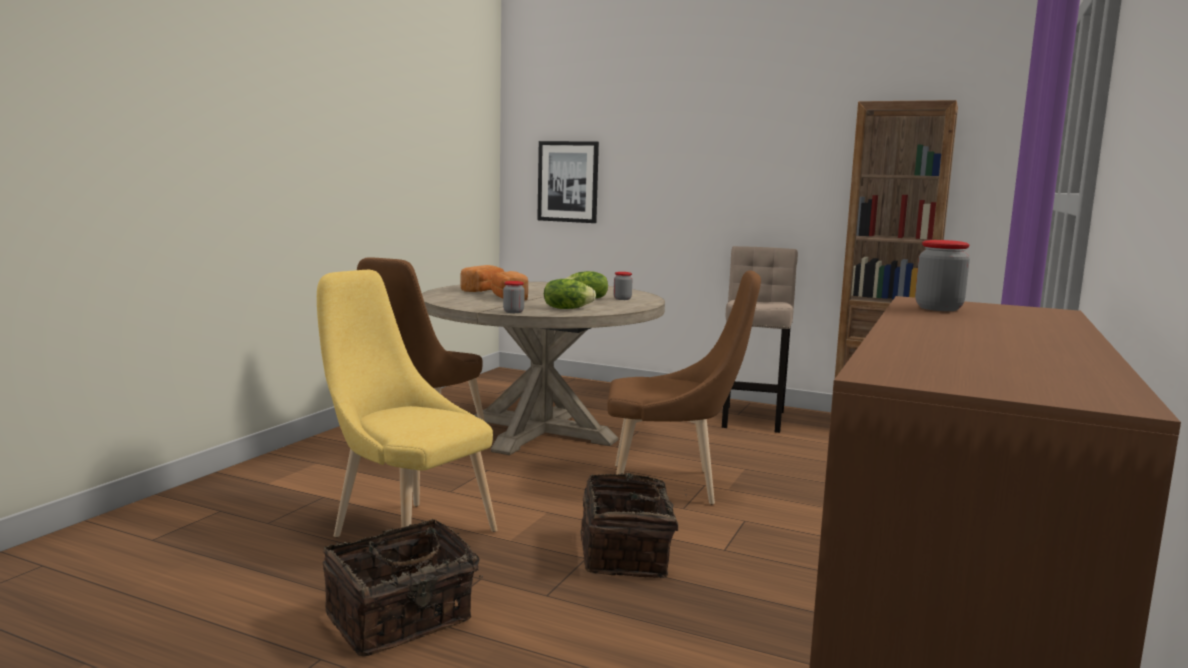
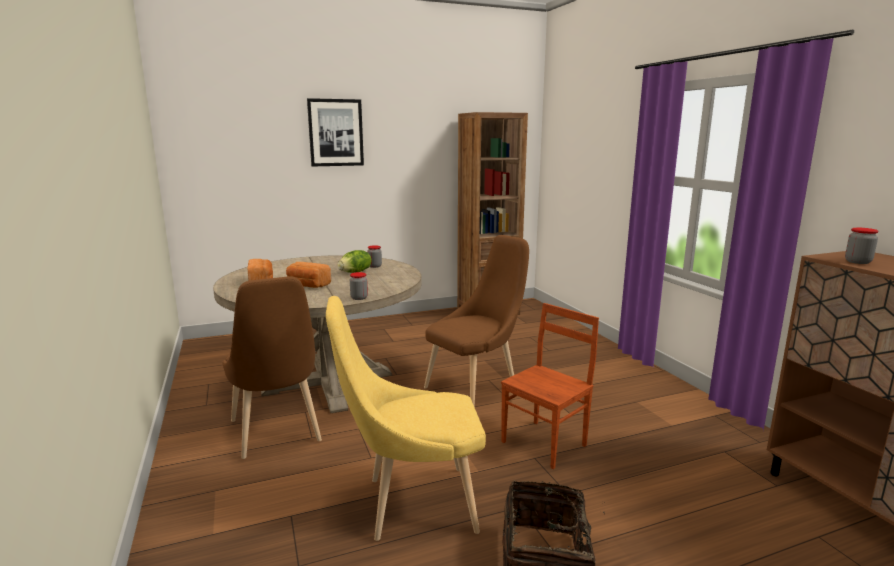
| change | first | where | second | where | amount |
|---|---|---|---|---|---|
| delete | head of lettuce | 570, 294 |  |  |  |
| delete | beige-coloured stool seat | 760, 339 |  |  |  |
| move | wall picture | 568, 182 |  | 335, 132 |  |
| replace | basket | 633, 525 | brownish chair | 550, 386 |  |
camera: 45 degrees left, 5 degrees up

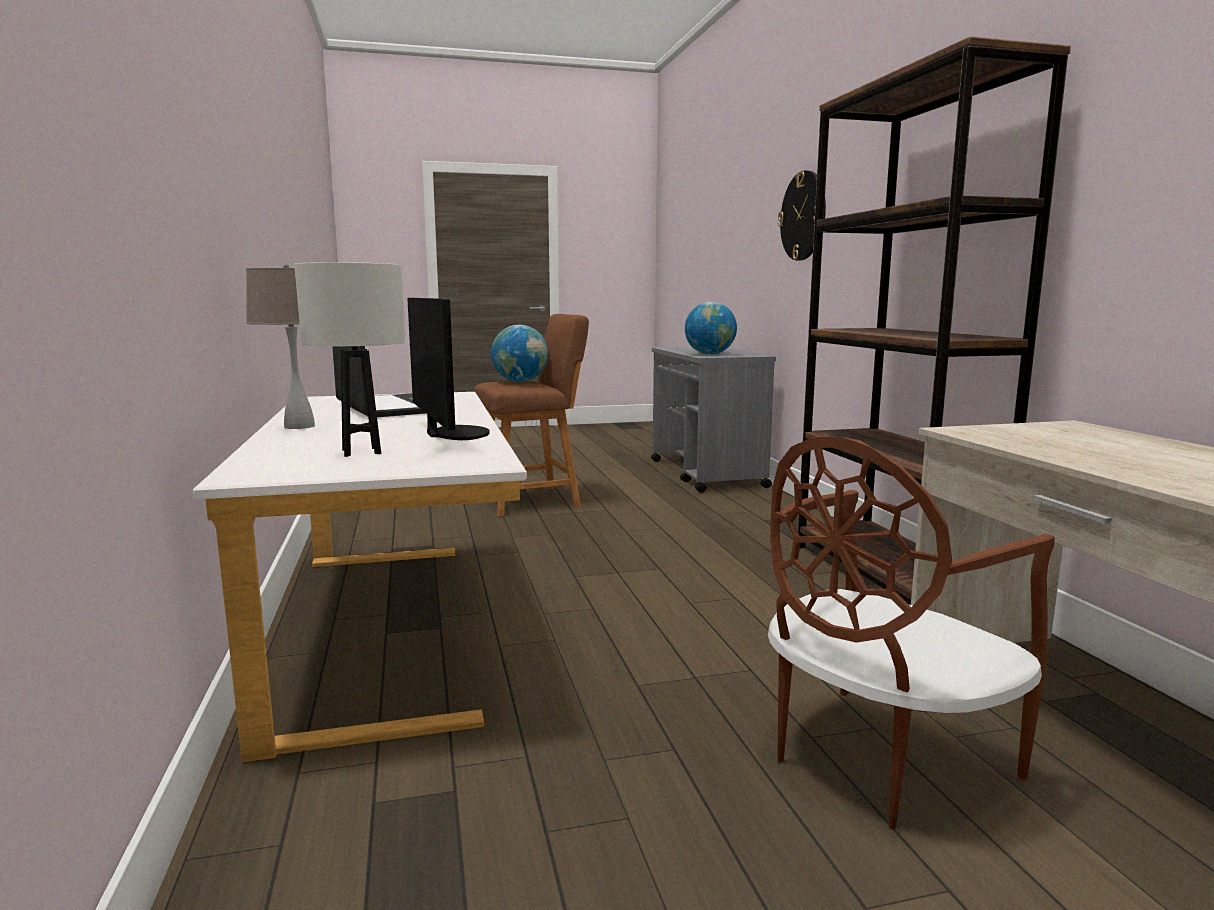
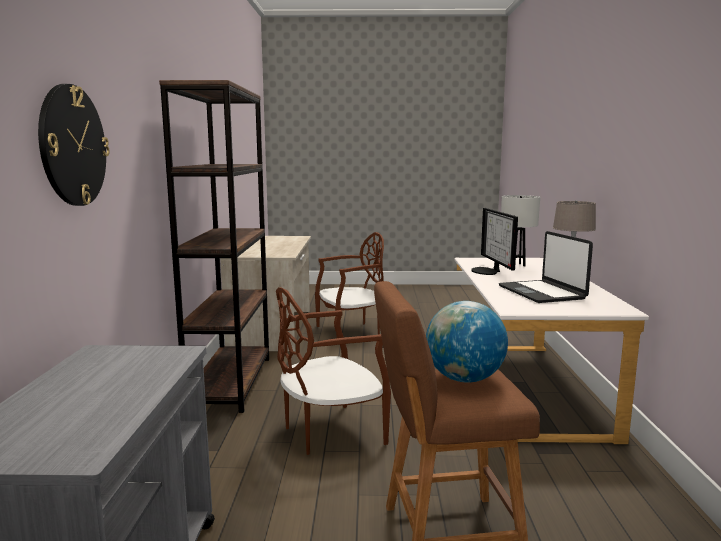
| change | first | where | second | where | amount |
|---|---|---|---|---|---|
| delete | globe | 711, 328 |  |  |  |
| insert |  |  | brownish chair | 333, 371 |  |
camera: 165 degrees left, 0 degrees up

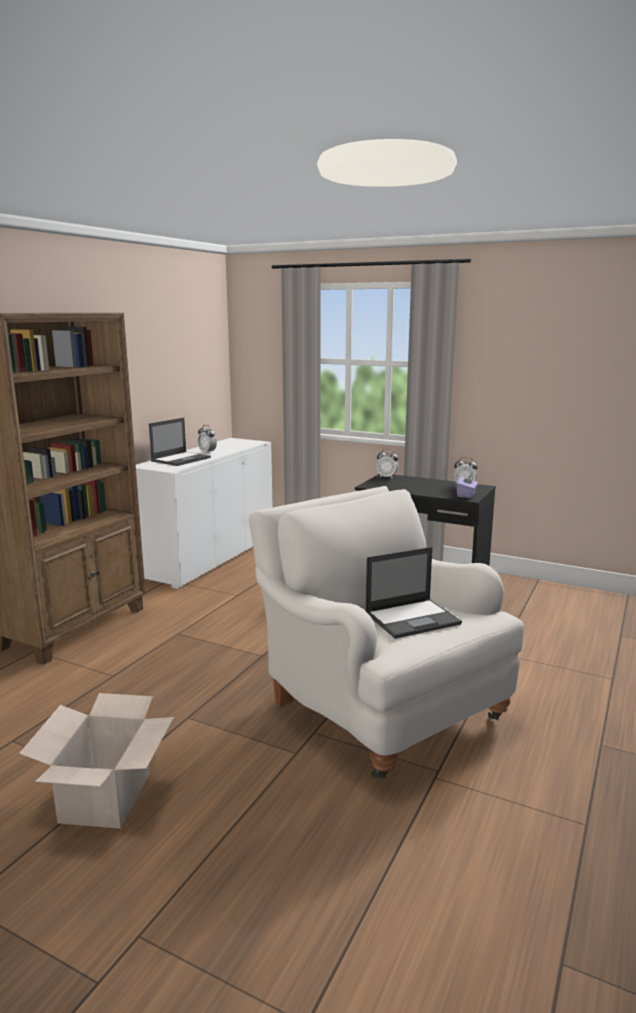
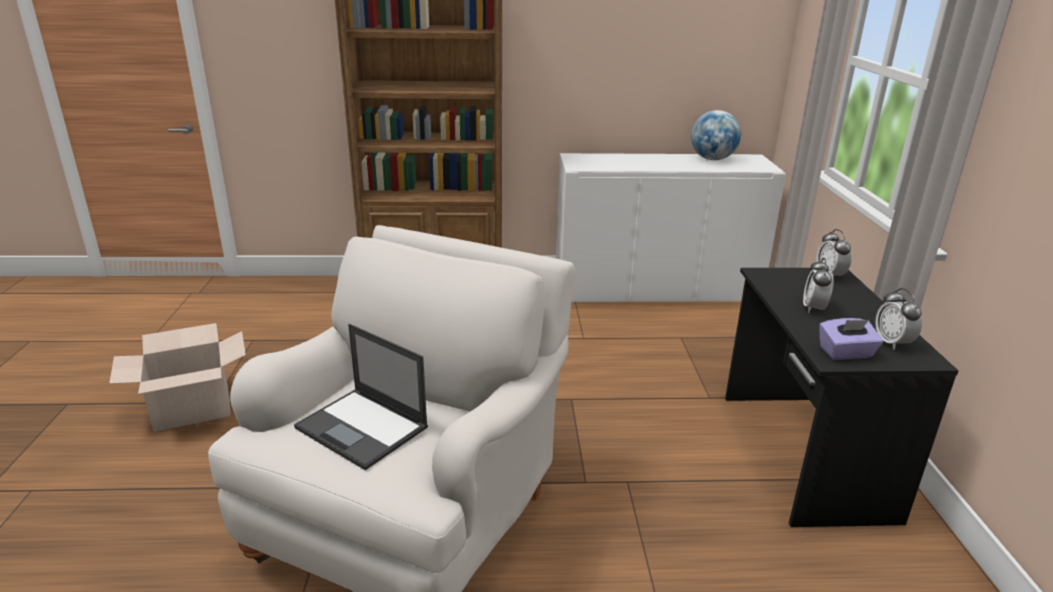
| change | first | where | second | where | amount |
|---|---|---|---|---|---|
| delete | portable computer | 180, 442 |  |  |  |
| insert |  |  | globe | 716, 135 |  |
| move | table clock | 207, 439 |  | 818, 285 |  |
camera: 60 degrees right, 10 degrees up

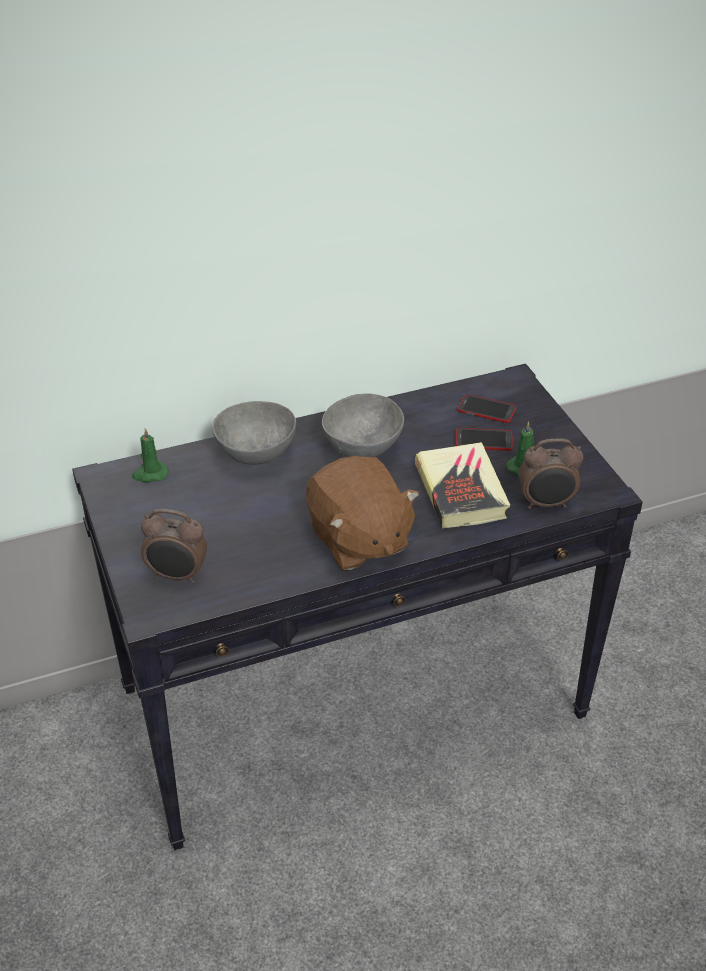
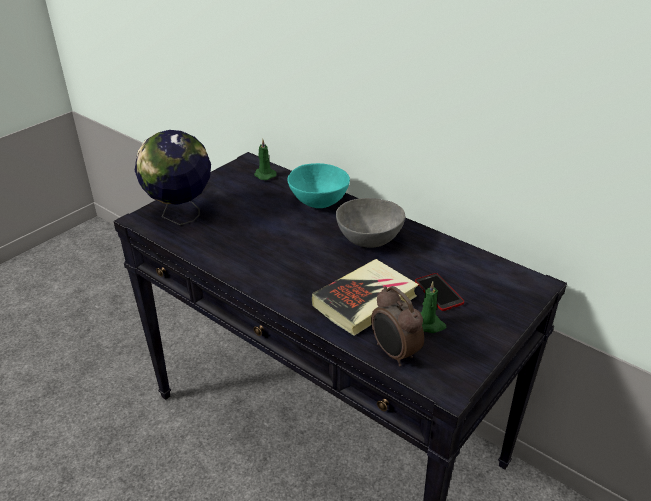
| change | first | where | second | where | amount |
|---|---|---|---|---|---|
| delete | brownish cuddly toy | 362, 513 |  |  |  |
| delete | telephone | 487, 408 |  |  |  |
| replace | table clock | 174, 546 | globe | 173, 177 |  |
| recolor | grey serving bowl | 254, 433 | turquoise-coloured serving bowl | 318, 185 |  |
camera: 60 degrees right, 5 degrees down

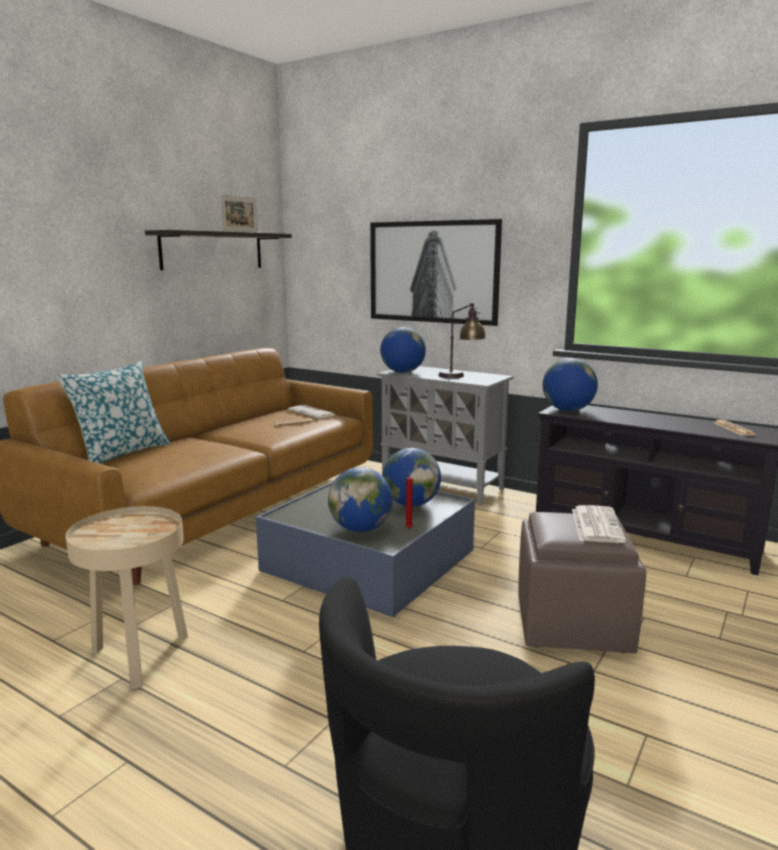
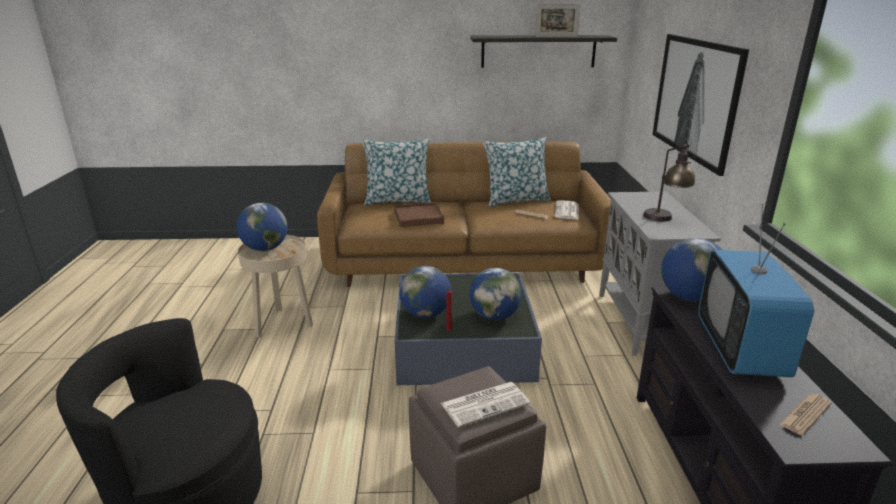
| change | first | where | second | where | amount |
|---|---|---|---|---|---|
| insert |  |  | brownish tray | 419, 215 |  |
| insert |  |  | throw pillow | 517, 172 |  |
| insert |  |  | television | 756, 290 |  |
| move | globe | 403, 350 |  | 262, 227 |  |
camera: 55 degrees right, 10 degrees up

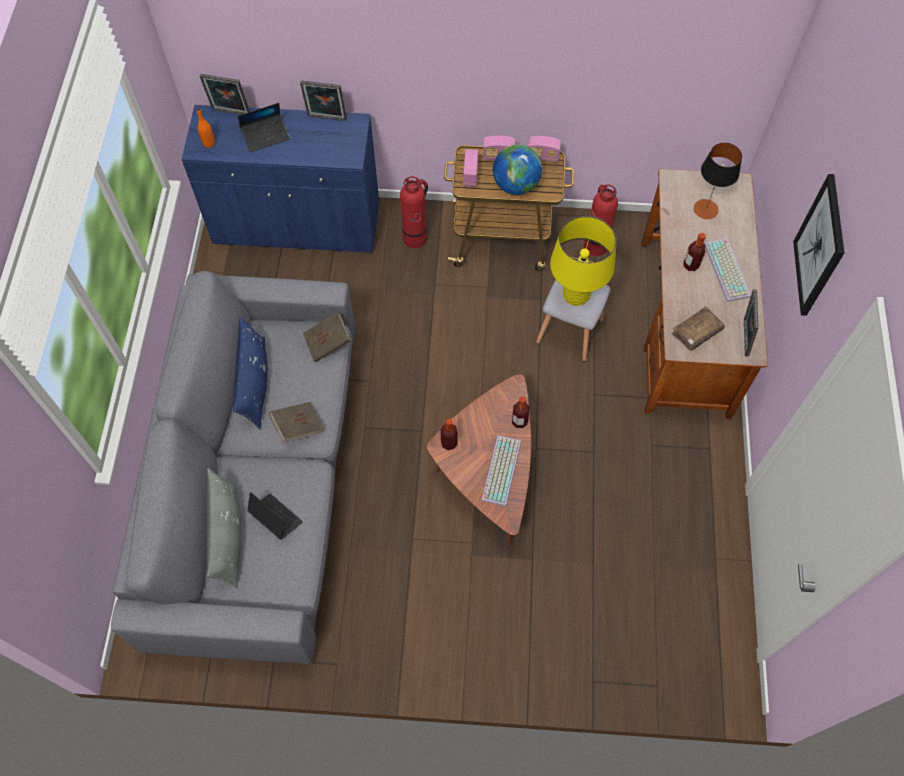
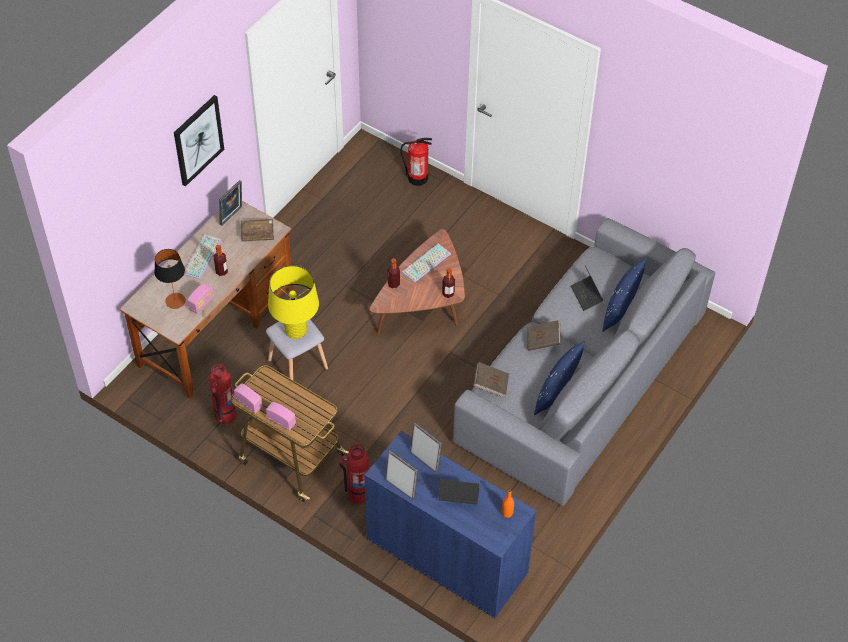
| change | first | where | second | where | amount |
|---|---|---|---|---|---|
| delete | globe | 517, 170 |  |  |  |
| insert |  |  | extinguisher | 416, 162 |  |
| move | standing frame | 225, 94 |  | 426, 447 |  |
| move | radio receiver | 470, 168 |  | 200, 298 |  |
| recolor | grey throw pillow | 223, 528 | blue throw pillow | 624, 295 |  |
camera: 150 degrees left, 10 degrees down

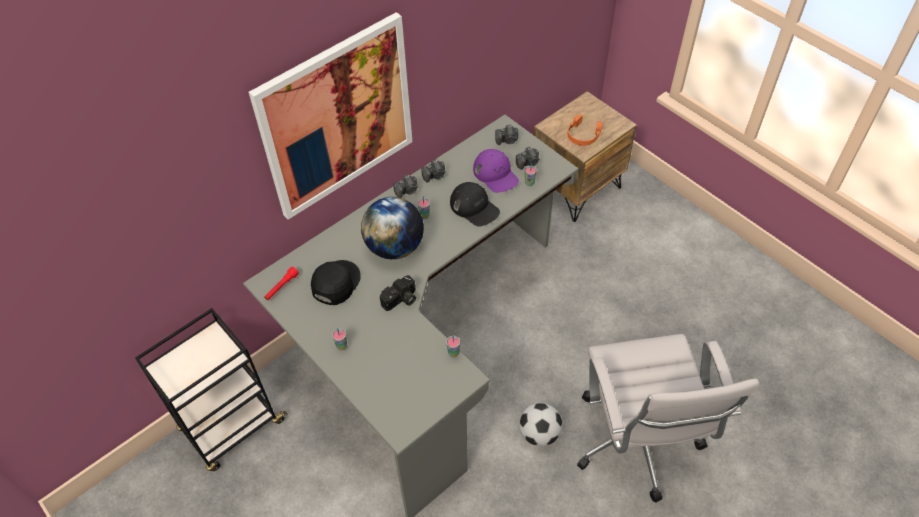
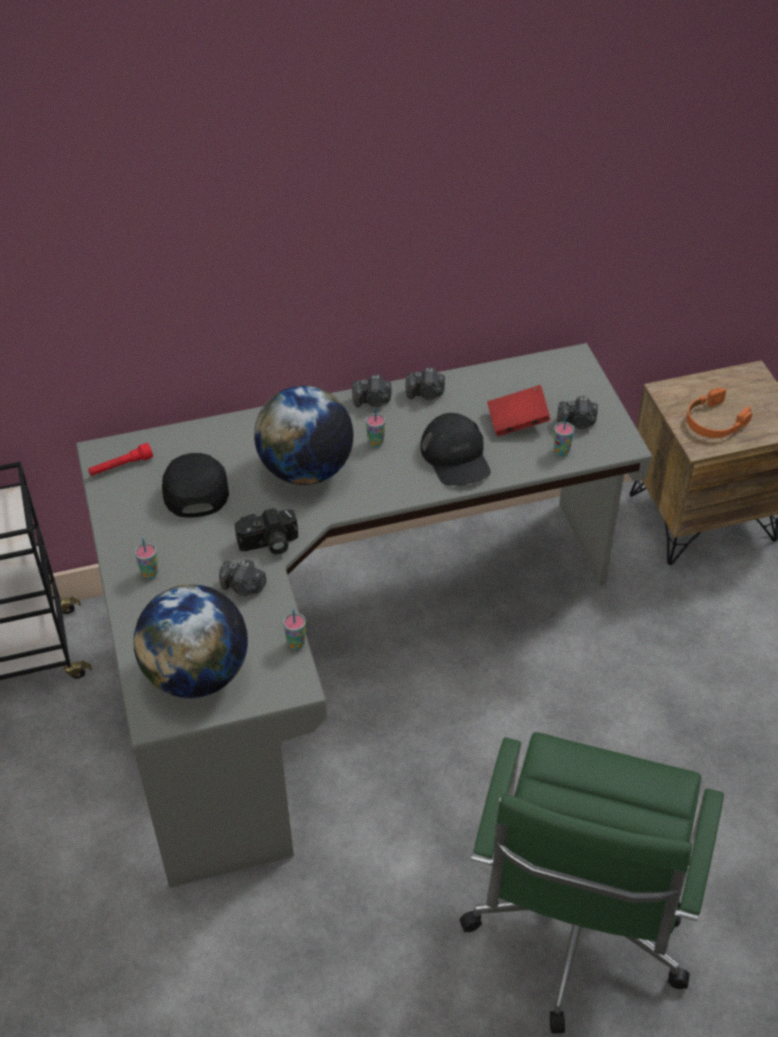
| change | first | where | second | where | amount |
|---|---|---|---|---|---|
| delete | wall picture | 330, 115 |  |  |  |
| delete | football | 540, 424 |  |  |  |
| insert |  |  | globe | 191, 641 |  |
| move | still camera | 506, 135 |  | 243, 578 |  |
| replace | purple baseball cap | 496, 171 | red volume | 519, 410 |  |
| recolor | whitish office chair | 668, 418 | greenish office chair | 591, 883 |  |
| rotate | black-coloured baseball cap | 336, 282 |  | 195, 485 | 60 degrees counterclockwise |
camera: 25 degrees right, 5 degrees down

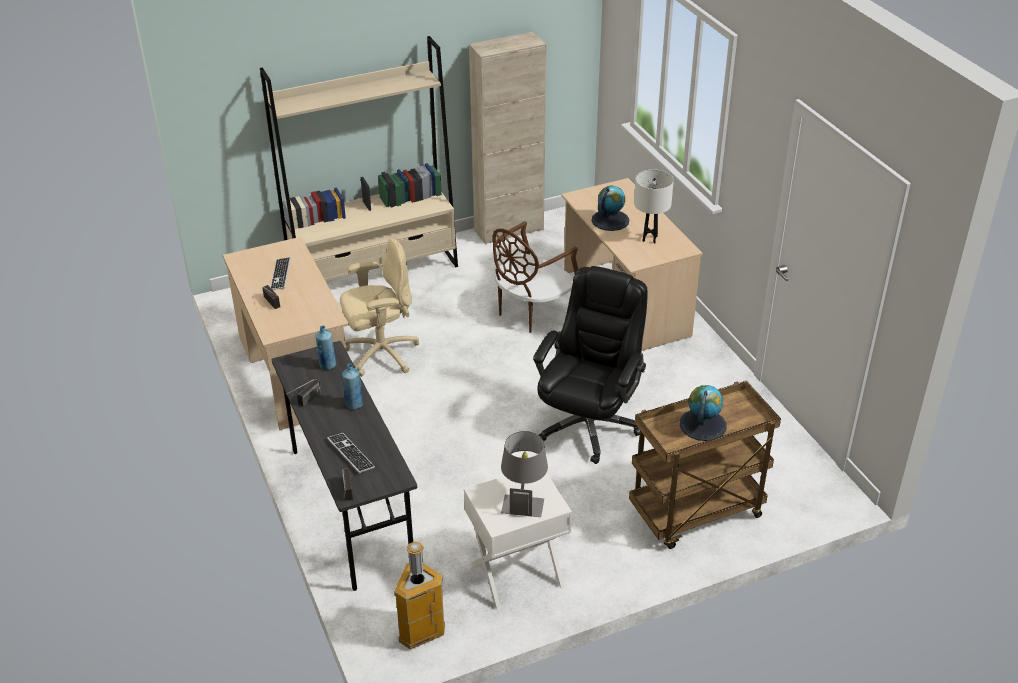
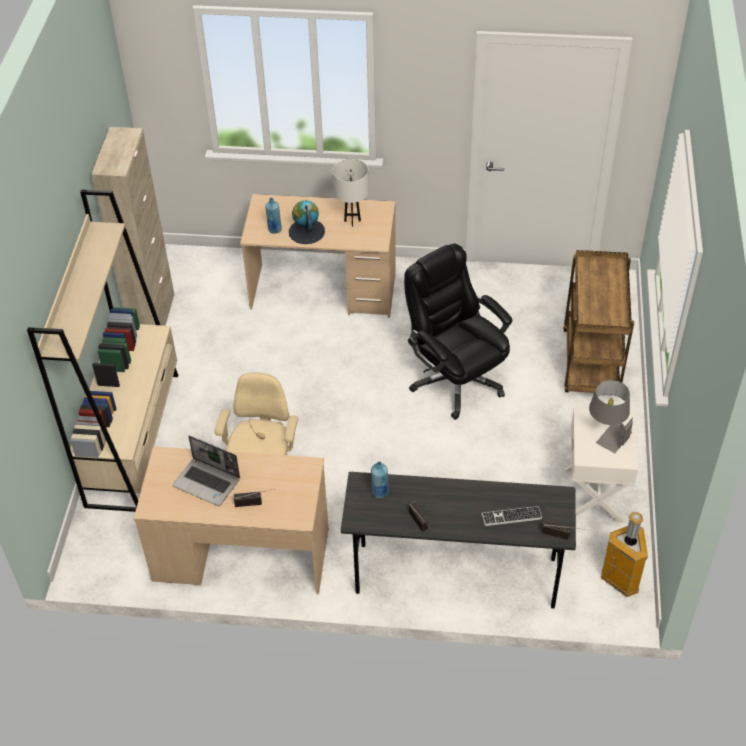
| change | first | where | second | where | amount |
|---|---|---|---|---|---|
| delete | brownish chair | 535, 277 |  |  |  |
| delete | globe | 703, 413 |  |  |  |
| move | blue drink bottle | 352, 387 |  | 273, 216 |  |
| replace | keyboard | 280, 273 | portable computer | 206, 471 |  |
camera: 60 degrees left, 10 degrees up

